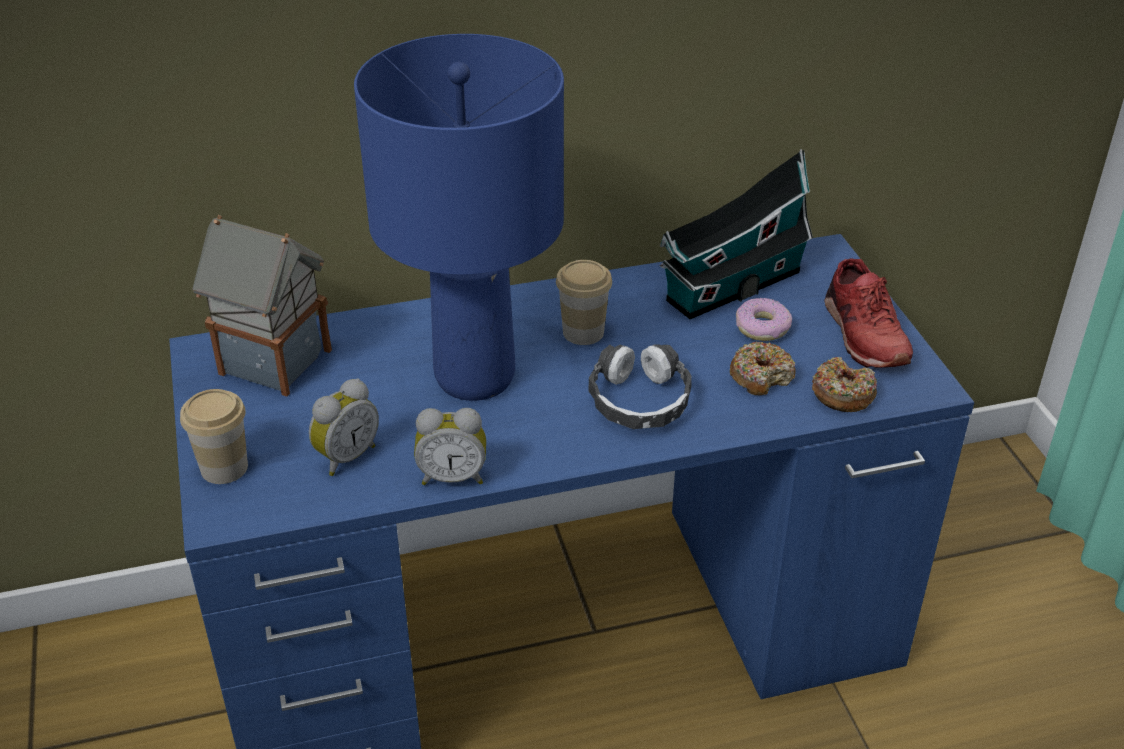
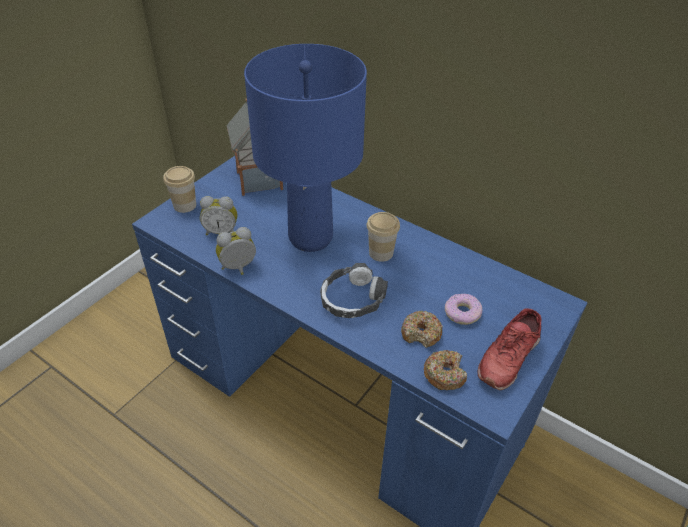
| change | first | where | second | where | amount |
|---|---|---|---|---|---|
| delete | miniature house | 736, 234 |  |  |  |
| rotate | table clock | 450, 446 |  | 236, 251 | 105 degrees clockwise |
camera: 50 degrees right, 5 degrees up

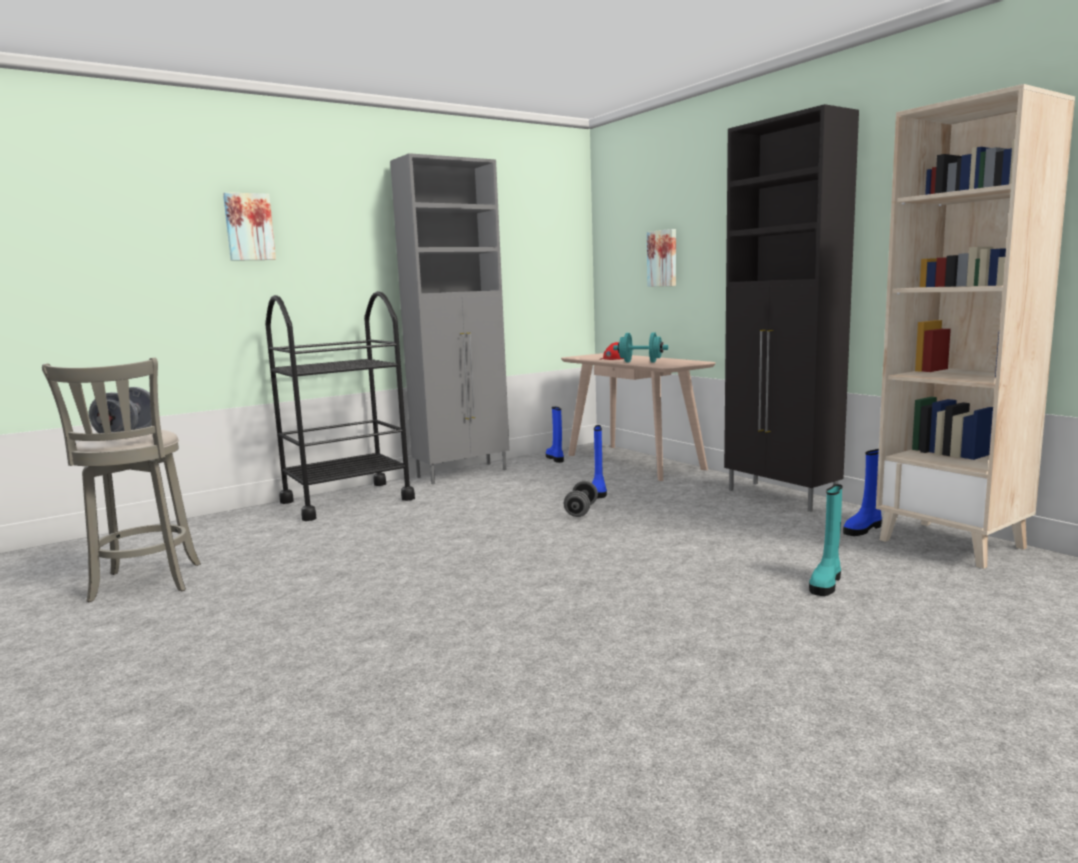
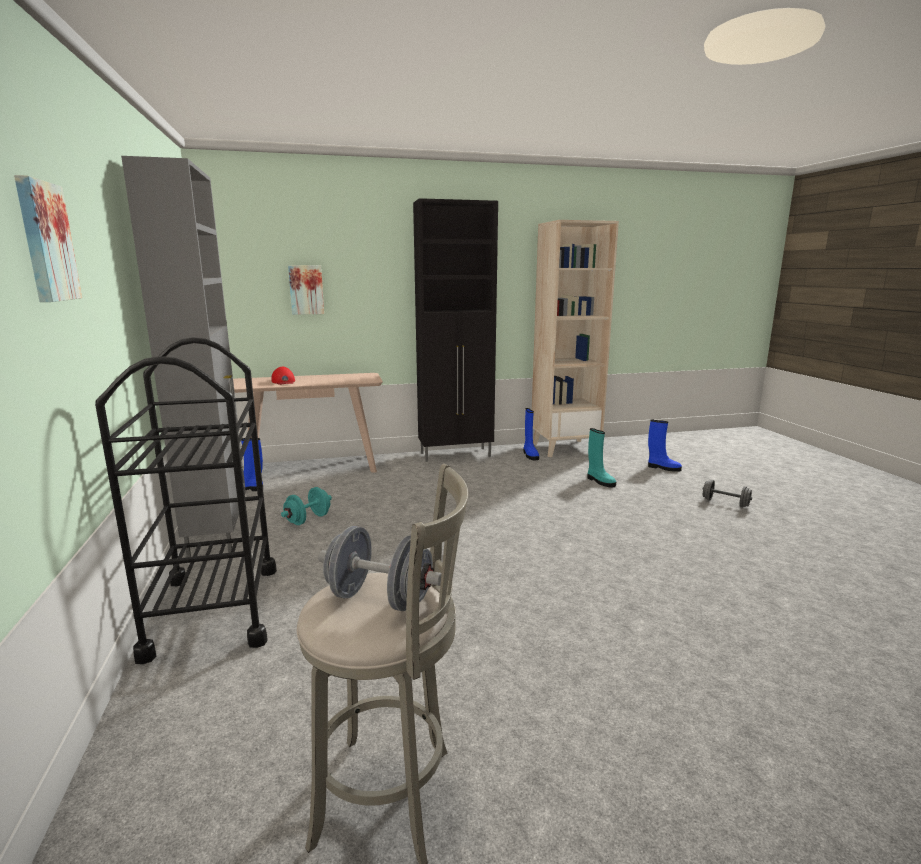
| change | first | where | second | where | amount |
|---|---|---|---|---|---|
| move | grey dumbbell | 581, 499 |  | 727, 494 |  |
| move | blue high-top boot | 599, 461 |  | 665, 446 |  |
| move | turquoise-coloured dumbbell | 640, 347 |  | 306, 506 |  |
camera: 70 degrees left, 5 degrees up

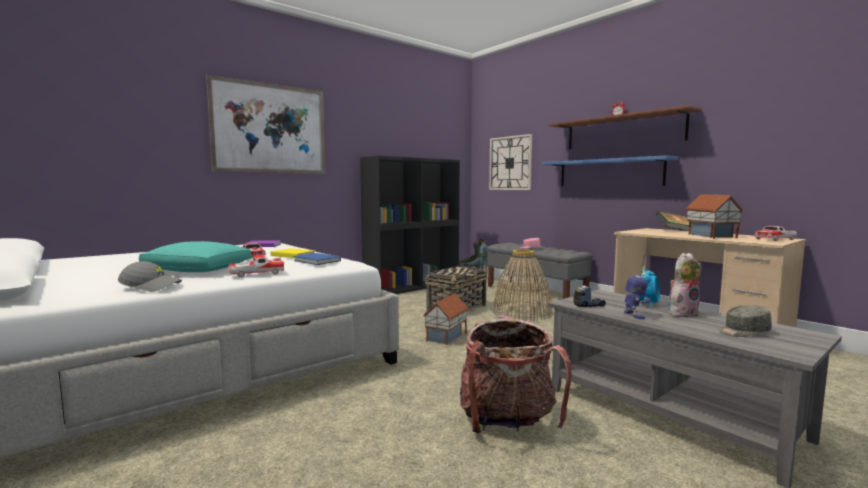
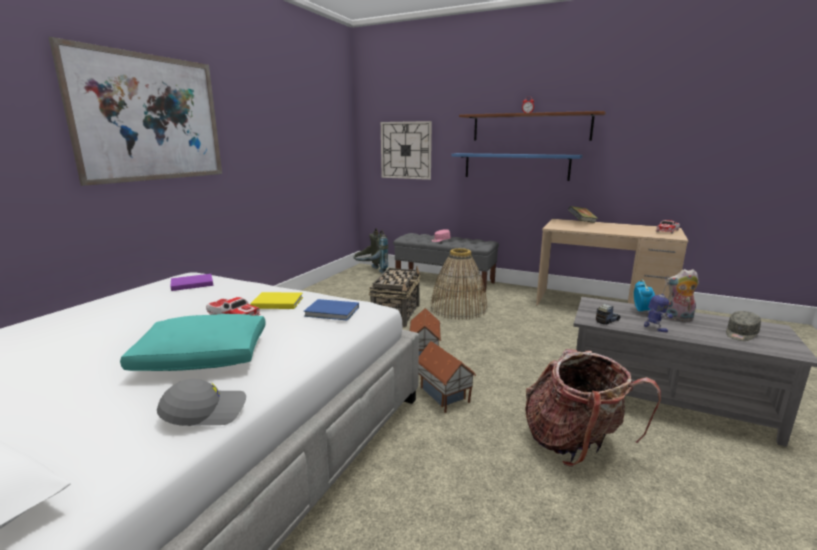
| change | first | where | second | where | amount |
|---|---|---|---|---|---|
| delete | miniature car | 256, 266 |  |  |  |
| delete | black-coloured bookshelf | 410, 225 |  |  |  |
| move | miniature house | 714, 216 |  | 447, 377 |  |
| rotate | cuddly toy | 685, 285 |  | 682, 295 | 120 degrees counterclockwise |
camera: 25 degrees left, 10 degrees up

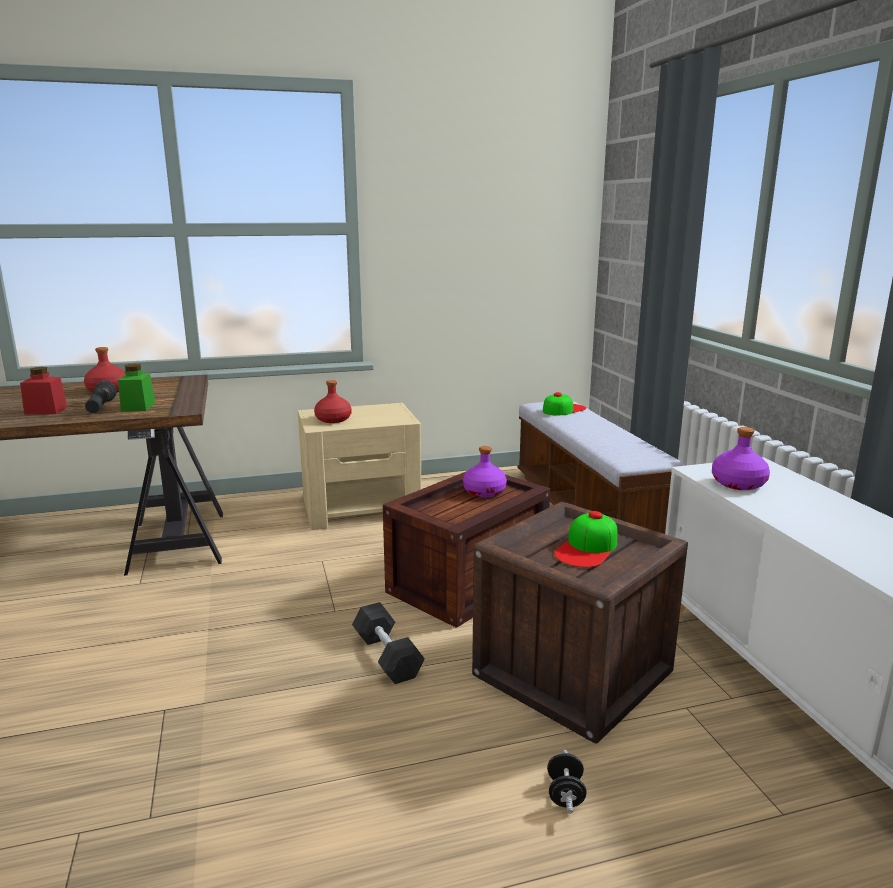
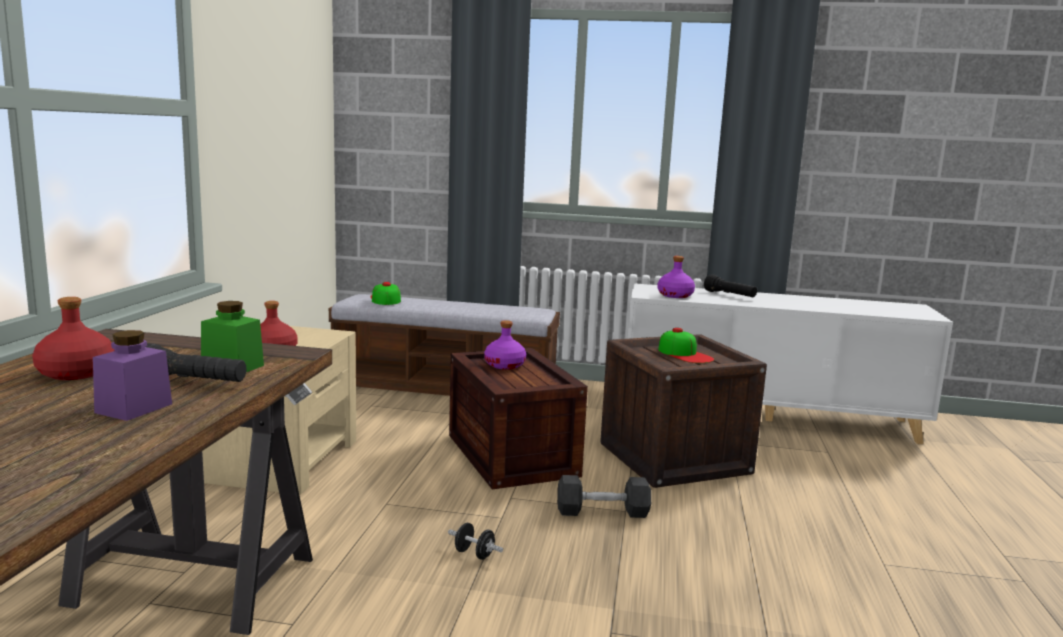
| change | first | where | second | where | amount |
|---|---|---|---|---|---|
| insert |  |  | black-coloured torch | 730, 285 |  |
| move | black-coloured dumbbell | 567, 782 |  | 475, 541 |  |
| recolor | red jar | 43, 391 | purple jar | 132, 375 |  |
camera: 65 degrees left, 5 degrees down

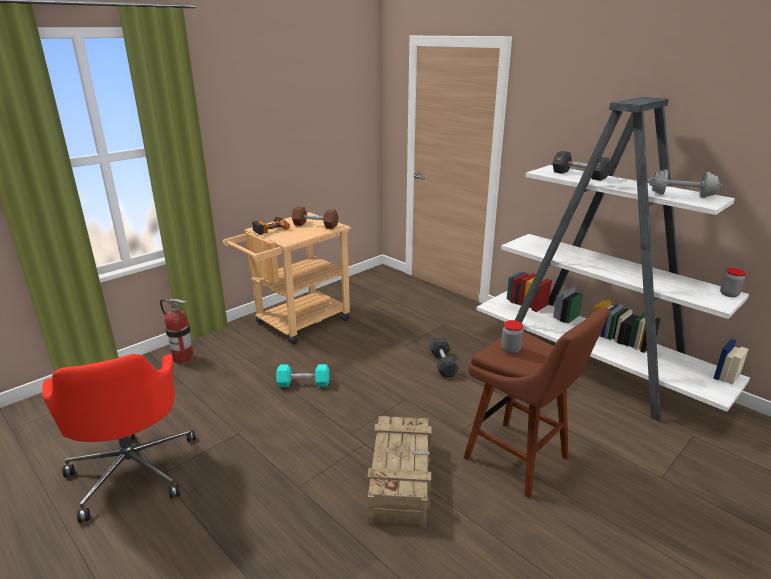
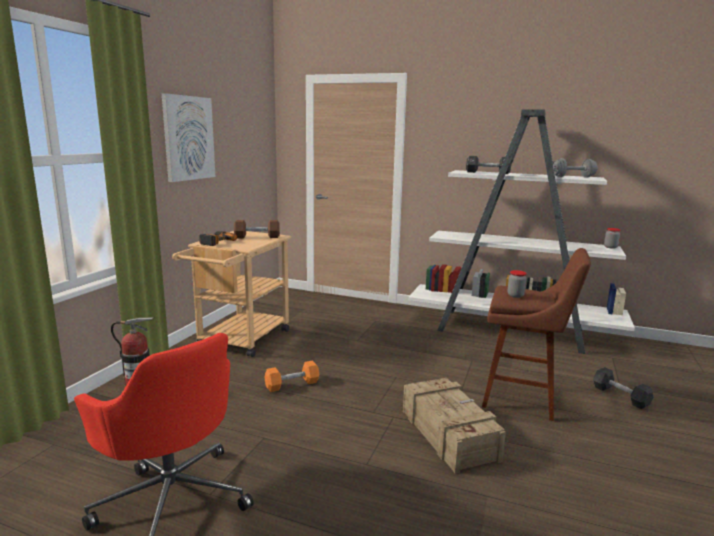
| change | first | where | second | where | amount |
|---|---|---|---|---|---|
| insert |  |  | wall picture | 188, 137 |  |
| move | black-coloured dumbbell | 444, 357 |  | 623, 388 |  |
| recolor | turquoise-coloured dumbbell | 302, 375 | orangey dumbbell | 292, 376 |  |
camera: 25 degrees left, 10 degrees down

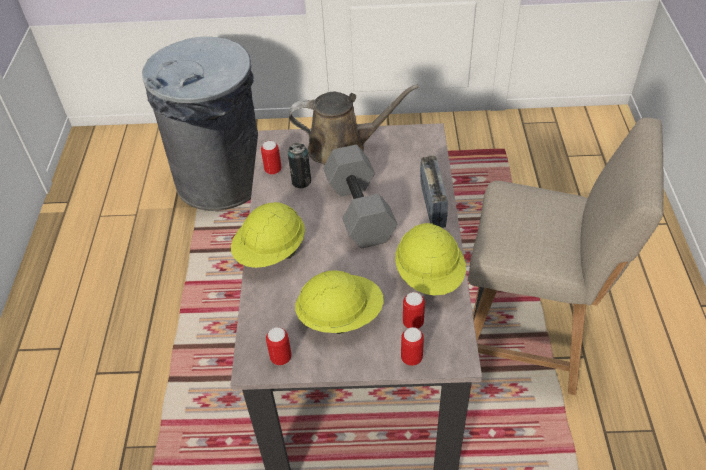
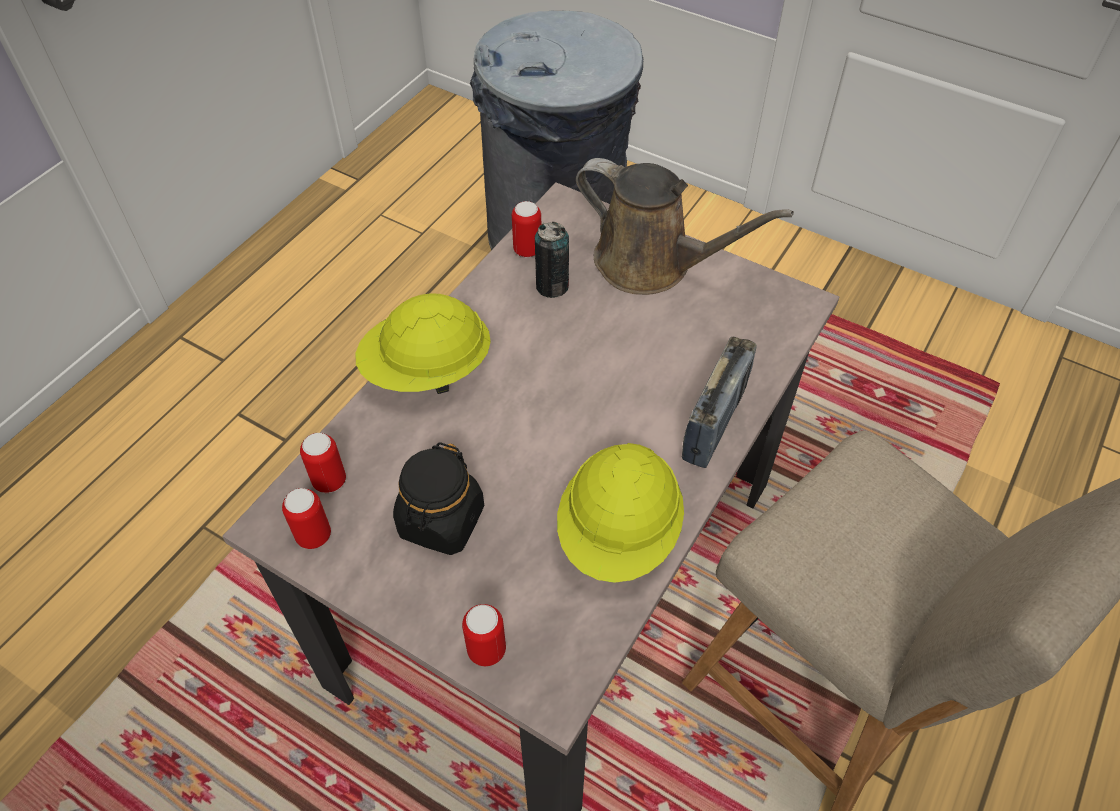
| change | first | where | second | where | amount |
|---|---|---|---|---|---|
| delete | grey dumbbell | 360, 196 |  |  |  |
| move | can | 414, 310 |  | 323, 463 |  |
| replace | yellow hard hat | 339, 302 | black-coloured jar | 438, 498 |  |
camera: 30 degrees right, 5 degrees up

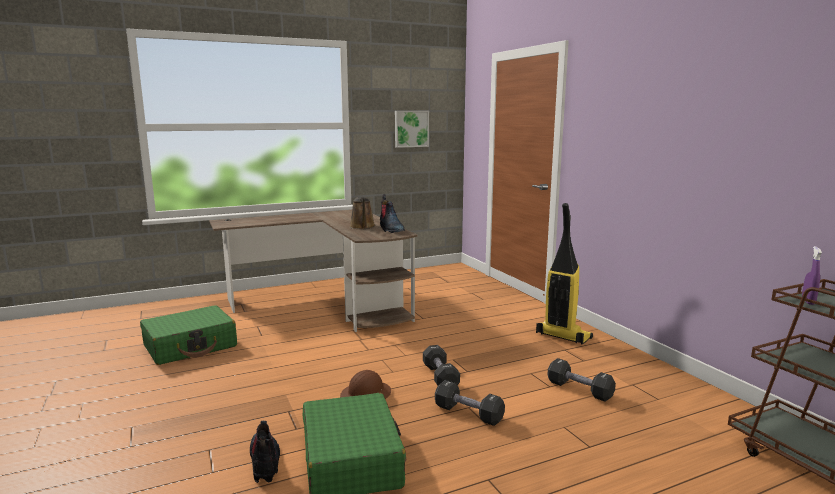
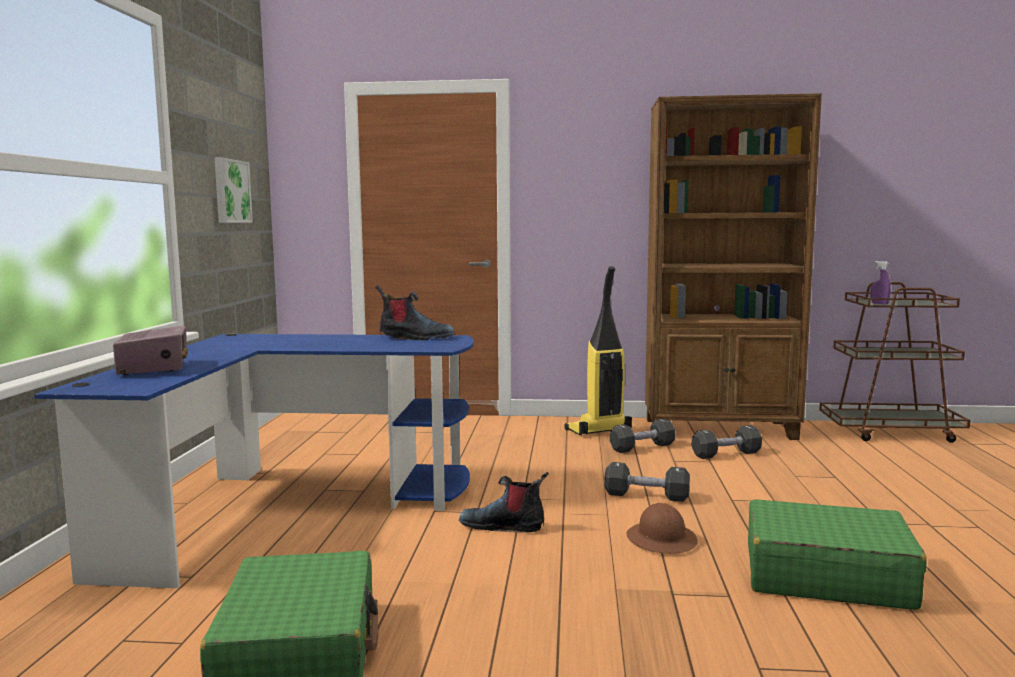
| change | first | where | second | where | amount |
|---|---|---|---|---|---|
| delete | brownish sprinkling can | 362, 213 |  |  |  |
| insert |  |  | radio receiver | 150, 351 |  |
| insert |  |  | brownish bookshelf | 733, 266 |  |
| move | high-top boot | 265, 452 |  | 504, 502 |  |
| move | black-coloured dumbbell | 470, 403 |  | 642, 436 |  |
| recolor | brownish desk unit | 313, 271 | blue desk unit | 254, 461 |  |
camera: 60 degrees left, 5 degrees down

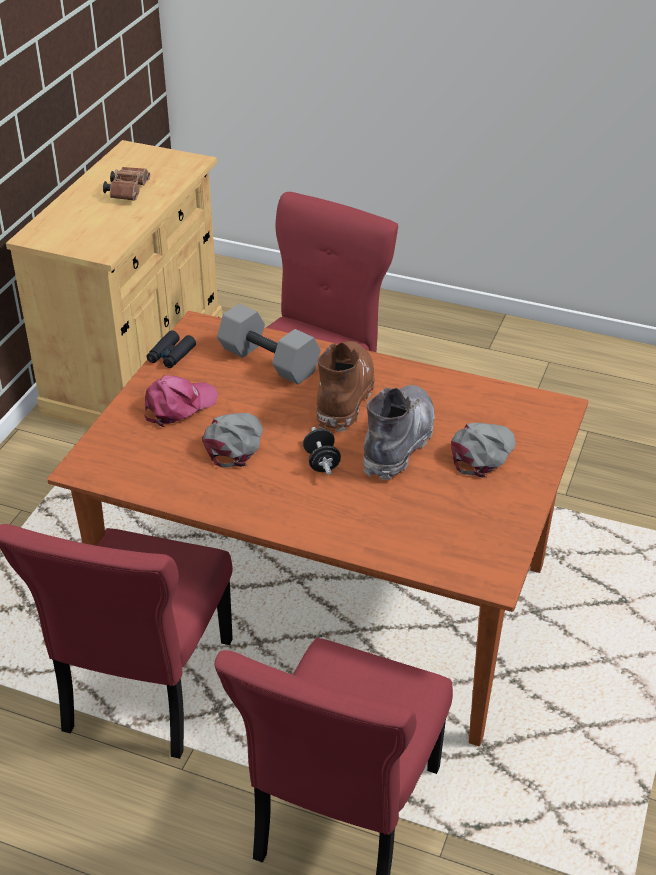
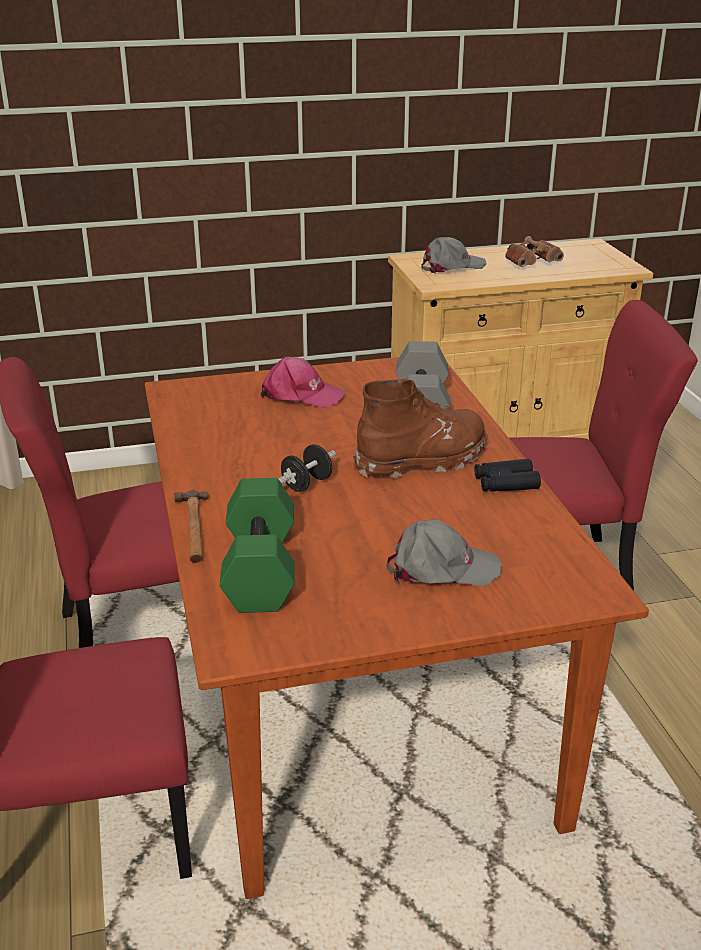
| change | first | where | second | where | amount |
|---|---|---|---|---|---|
| delete | grey high-top boot | 399, 432 |  |  |  |
| insert |  |  | hand hammer | 191, 526 |  |
| insert |  |  | greenish dumbbell | 257, 545 |  |
| move | black-coloured binoculars | 171, 349 |  | 507, 475 |  |
| move | grey baseball cap | 232, 440 |  | 454, 255 |  |
camera: 55 degrees right, 10 degrees down

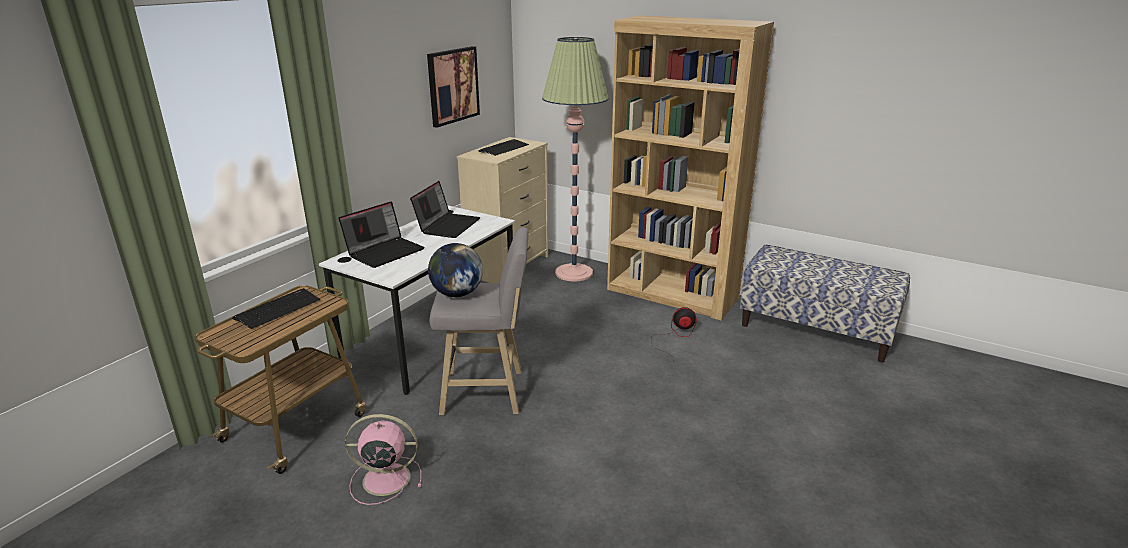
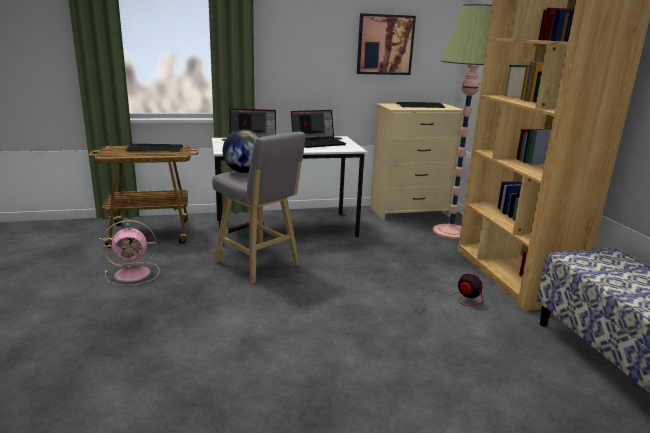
| change | first | where | second | where | amount |
|---|---|---|---|---|---|
| rotate | pink fan | 383, 459 |  | 130, 252 | 120 degrees clockwise |
camera: 45 degrees right, 5 degrees down

